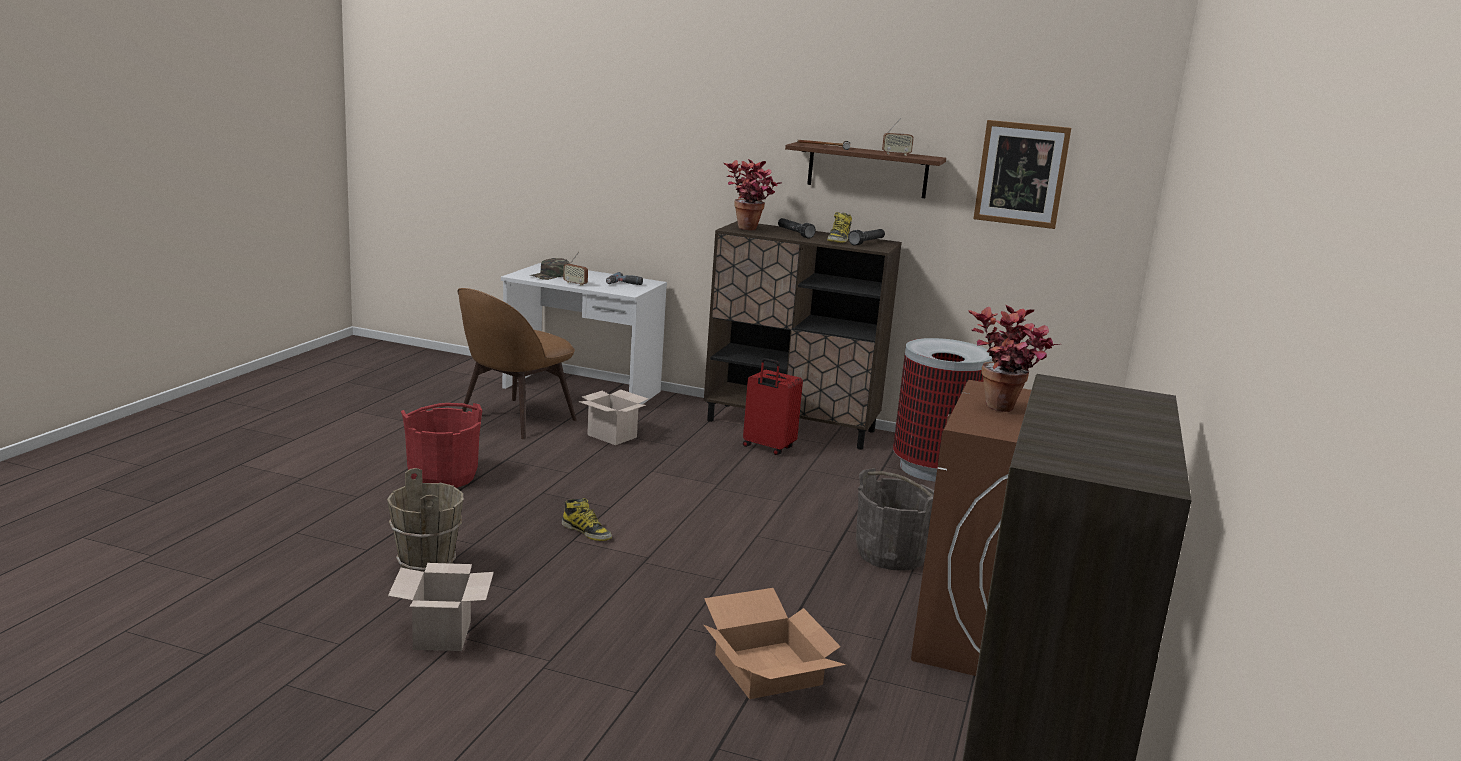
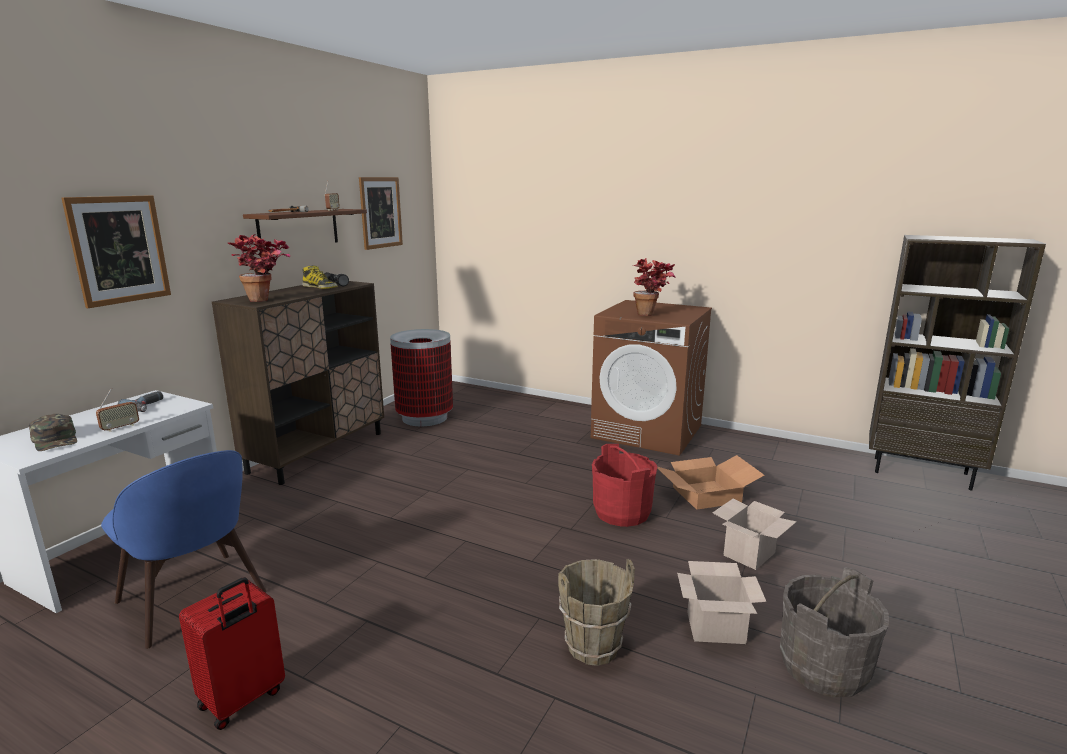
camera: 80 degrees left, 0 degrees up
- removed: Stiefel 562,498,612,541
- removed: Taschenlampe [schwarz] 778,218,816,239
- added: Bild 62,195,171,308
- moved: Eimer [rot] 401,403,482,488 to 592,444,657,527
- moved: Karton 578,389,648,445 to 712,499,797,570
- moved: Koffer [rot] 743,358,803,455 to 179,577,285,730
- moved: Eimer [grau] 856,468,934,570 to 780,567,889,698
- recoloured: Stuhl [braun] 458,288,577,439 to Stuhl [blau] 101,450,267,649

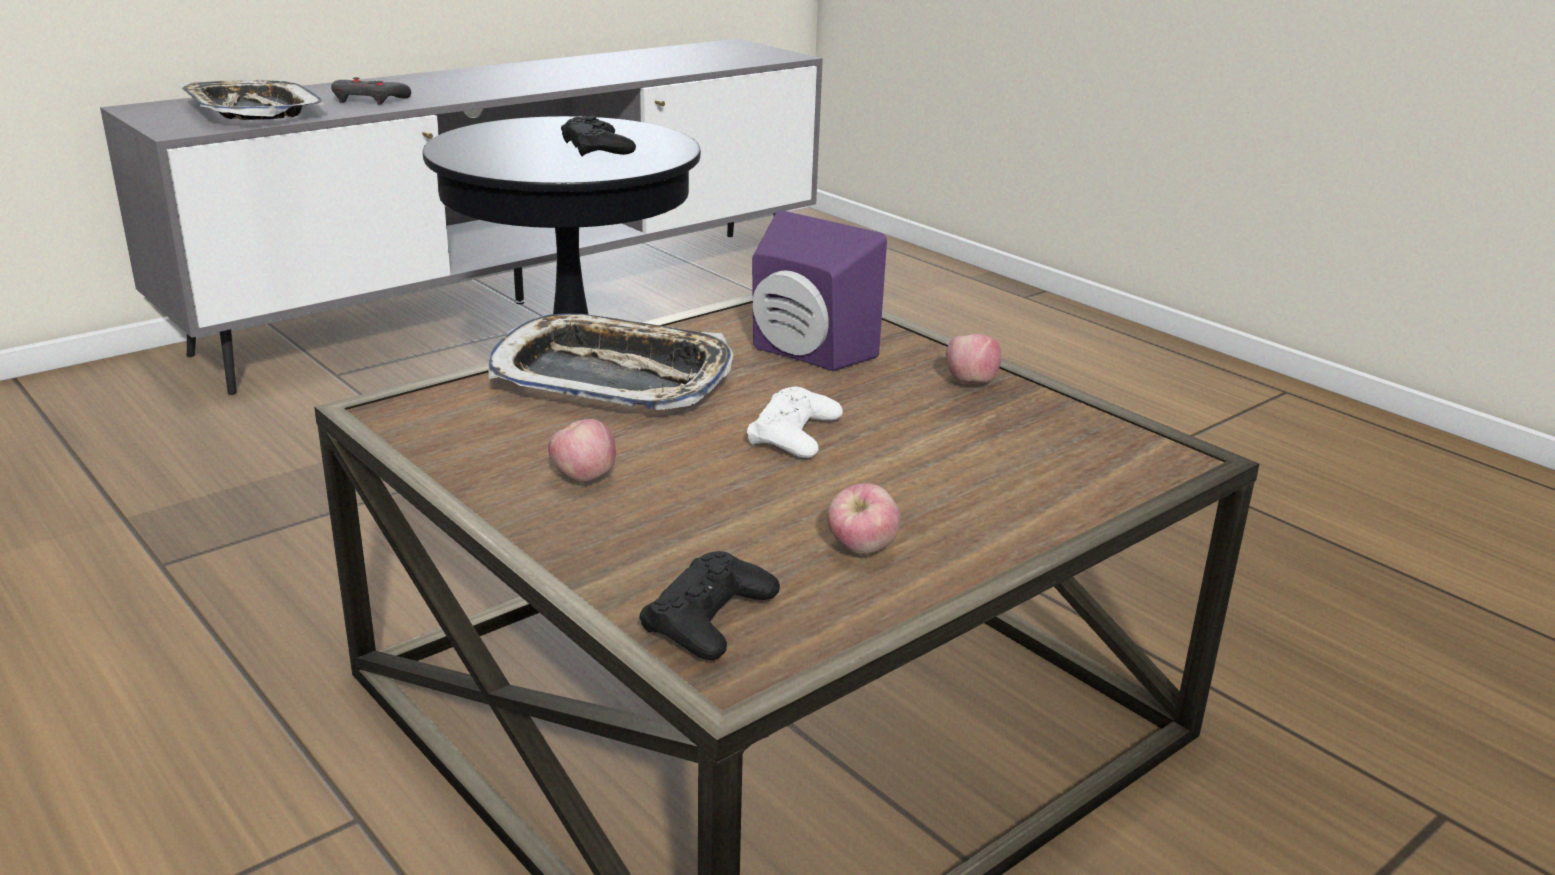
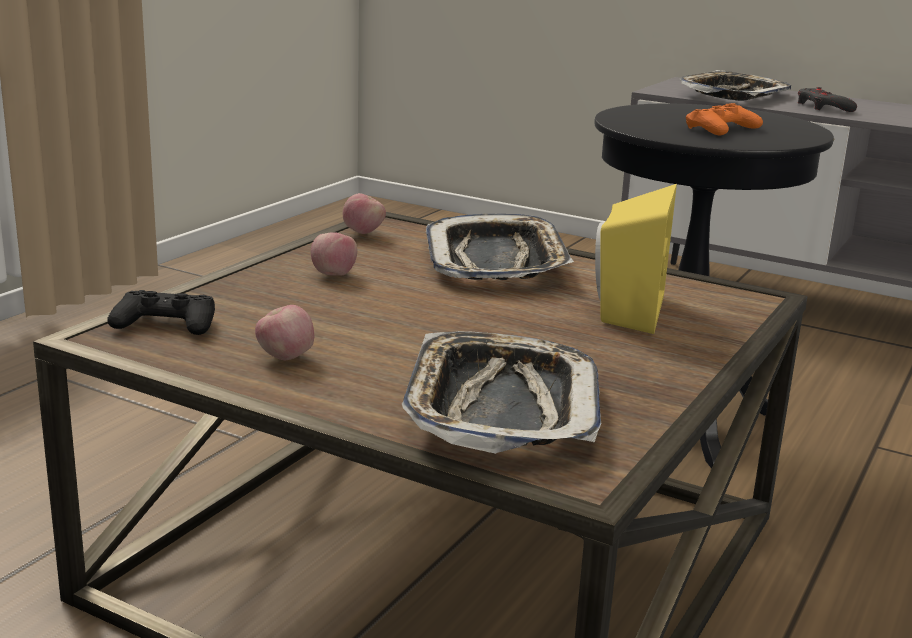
camera: 70 degrees right, 5 degrees down
- removed: Gamepad [weiß] 747,386,843,458
- added: Tablett 402,331,601,454
- moved: Apfel 946,334,1002,384 to 343,193,386,234
- recoloured: Gamepad [schwarz] 561,115,636,157 to Gamepad [orange] 686,103,763,135
- recoloured: Lautsprecher [lila] 752,210,887,371 to Lautsprecher [gelb] 595,184,677,334

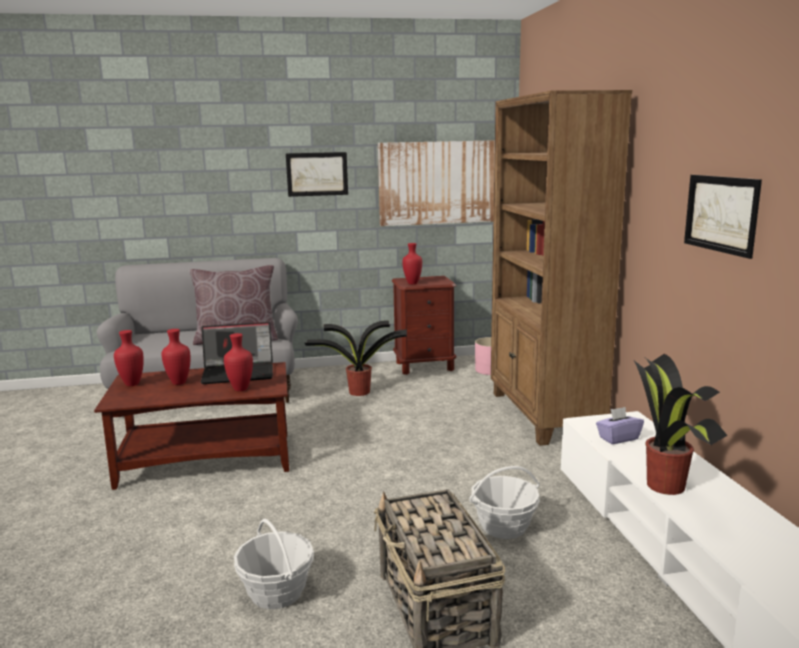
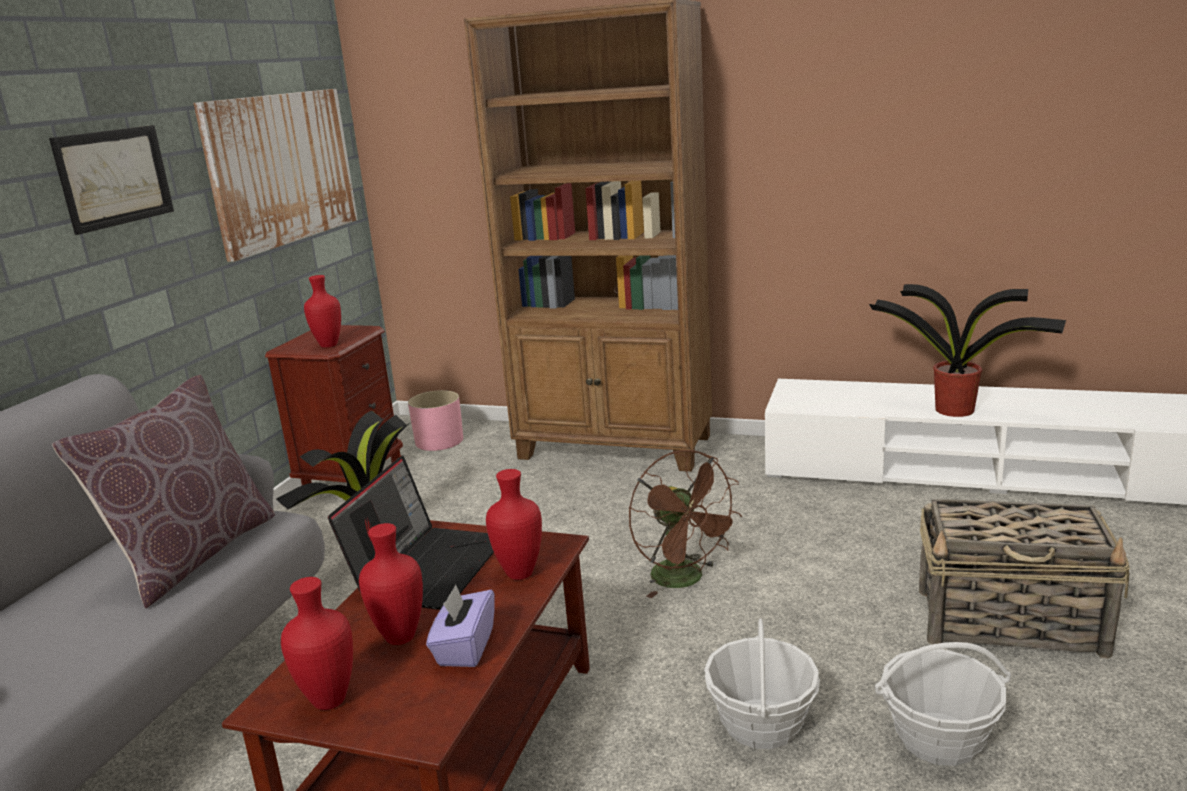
camera: 60 degrees left, 5 degrees up
- removed: Bild 684,175,762,259
- added: Ventilator [braun] 629,450,743,598
- moved: Korb 469,466,540,539 to 704,618,820,749
- moved: Taschentuchbox [lila] 596,407,644,444 to 426,584,494,667

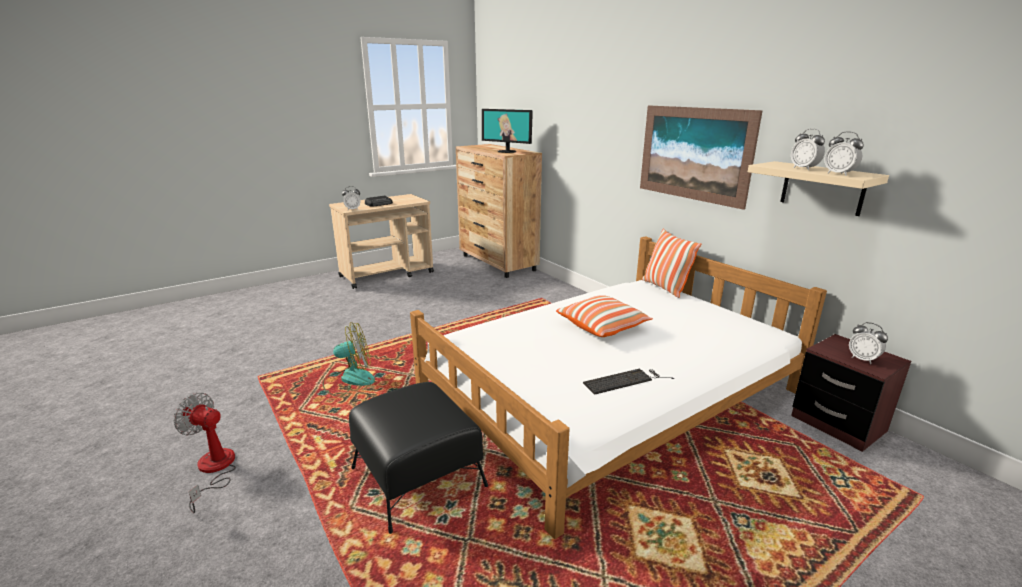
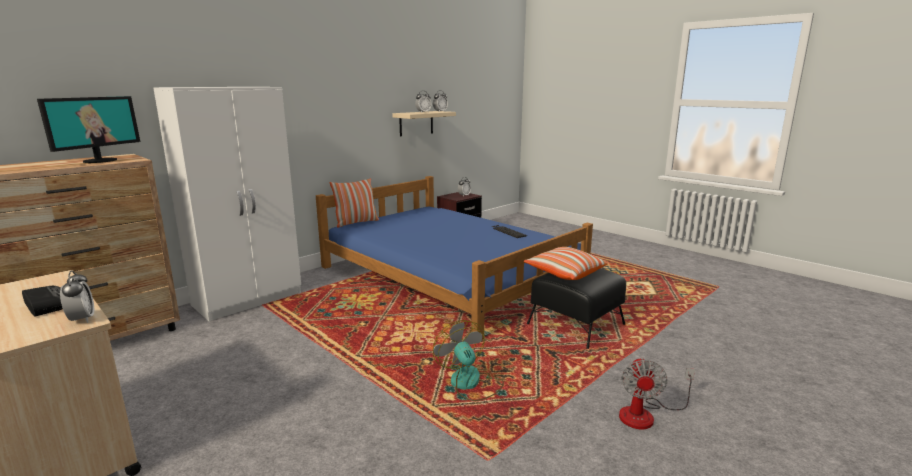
camera: 100 degrees left, 5 degrees down
- removed: Bild 640,106,763,210
- added: Kleiderschrank [weiß] 153,87,301,322
- moved: Kissen 556,295,653,337 to 524,247,608,280
- recoloured: Bett [weiß] 410,236,827,539 to Bett [blau] 316,176,593,340

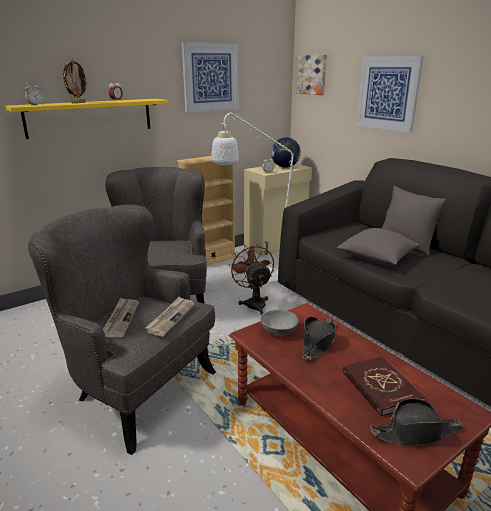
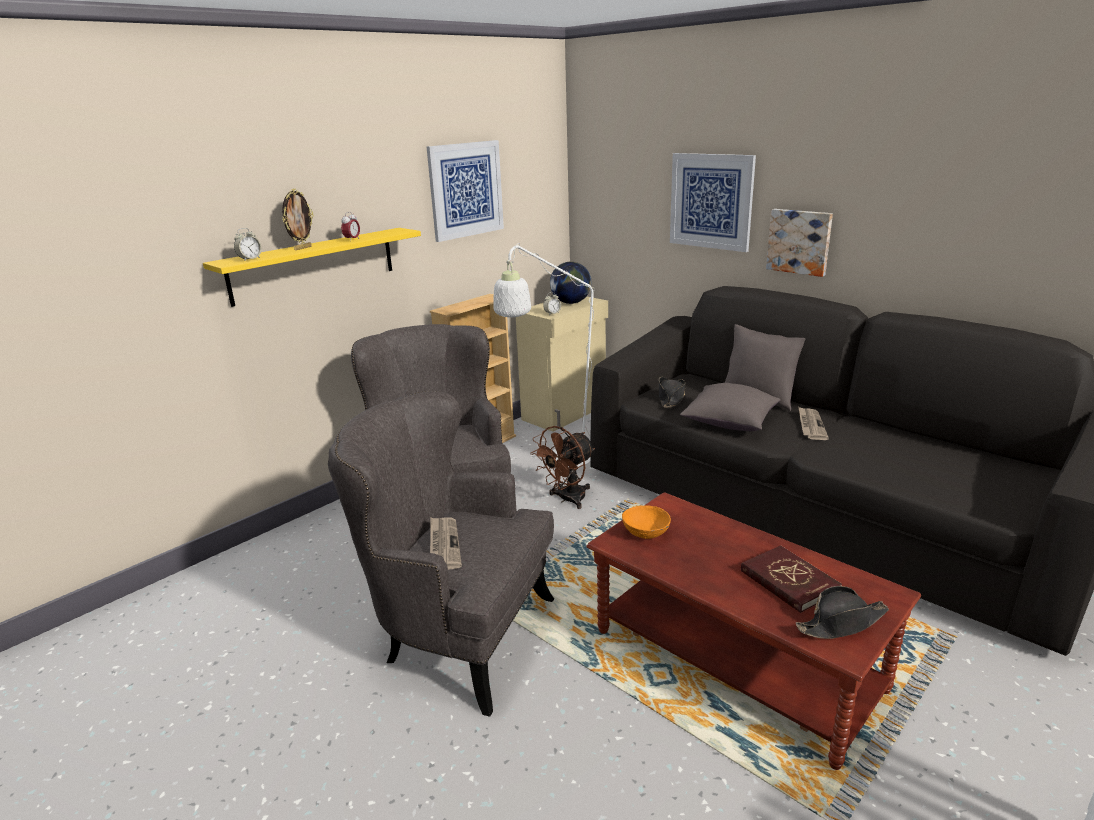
camera: 10 degrees left, 0 degrees up
- moved: Zeitung 145,296,195,337 to 799,407,829,440
- moved: Bild 297,55,327,95 to 766,209,833,277
- moved: Hut [schwarz] 302,317,336,360 to 659,377,685,408
- recoloured: Schüssel [grau] 260,310,299,336 to Schüssel [orange] 622,505,671,539
- turned: Ventilator [braun] 229,244,274,315 = 530,426,595,509 105 degrees counterclockwise

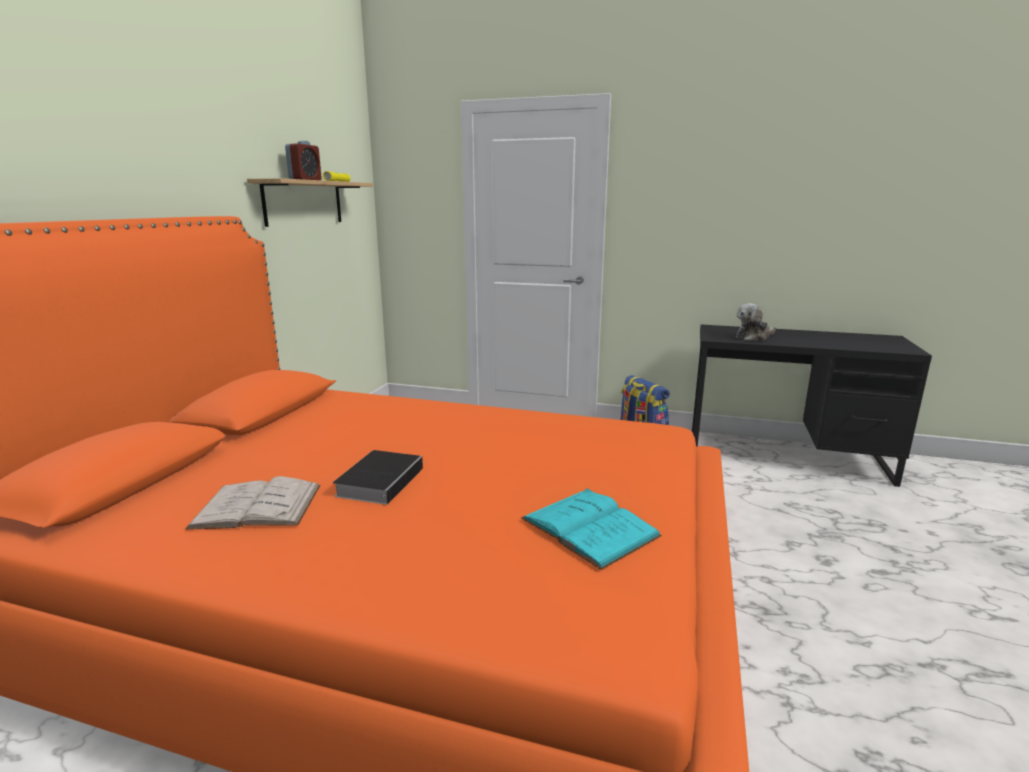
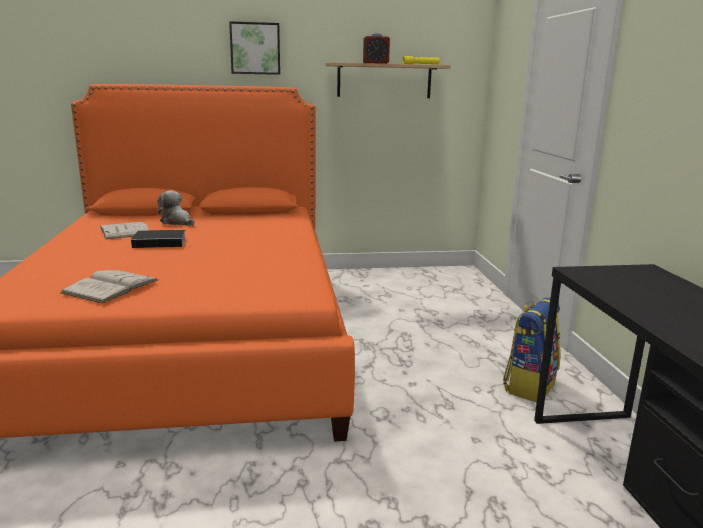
camera: 65 degrees right, 0 degrees up
- added: Bild 229,21,280,75
- moved: Plüschtier 736,303,776,341 to 158,191,194,226
- recoloured: Buch [türkis] 521,488,662,570 to Buch [weiß] 60,270,158,304

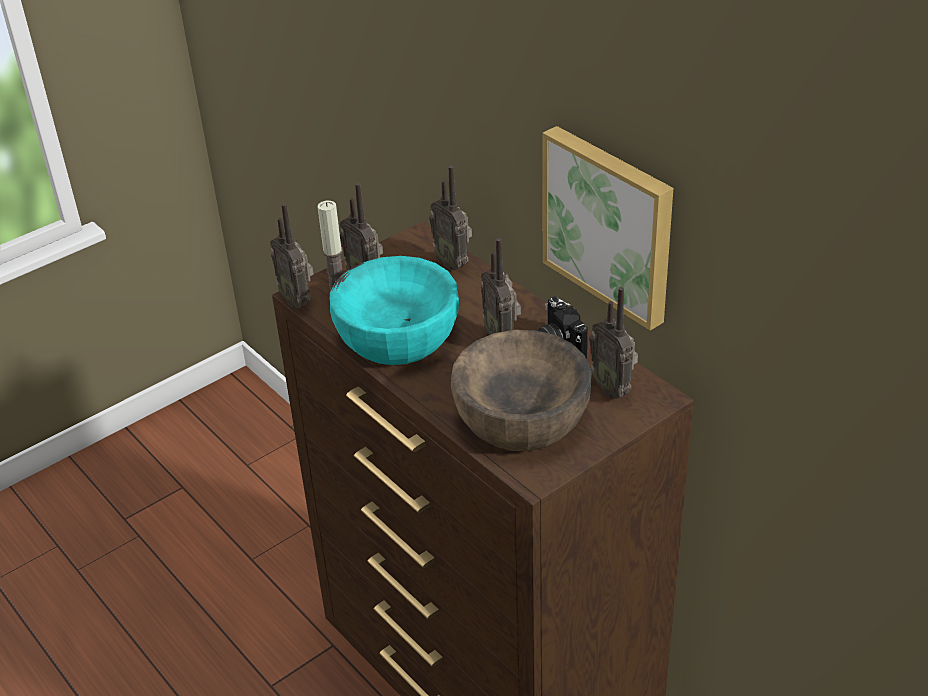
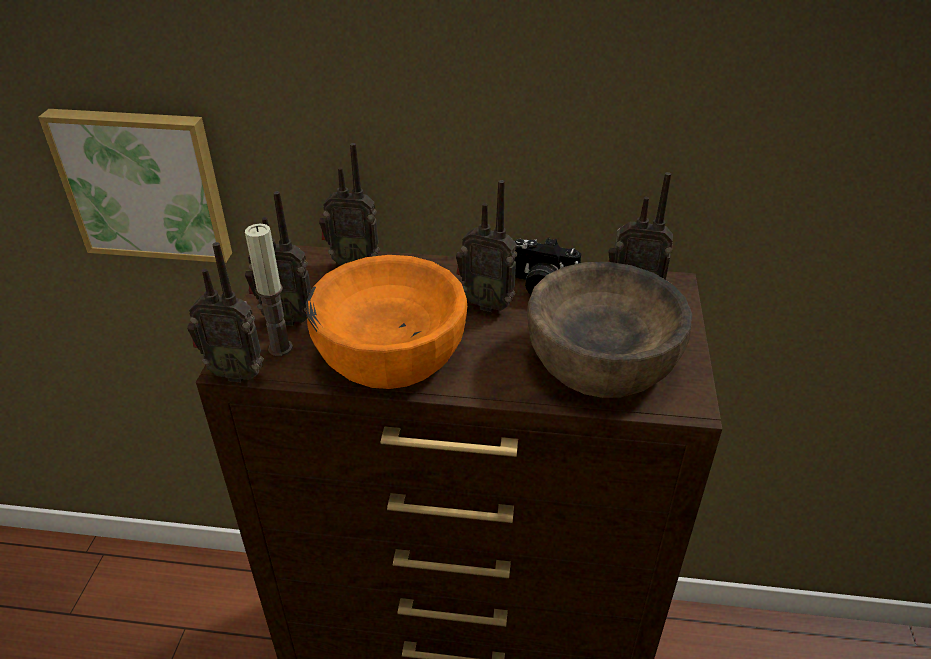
camera: 45 degrees left, 0 degrees up
- moved: Bild 542,126,673,330 to 38,109,232,263
- recoloured: Schüssel [türkis] 330,256,459,365 to Schüssel [orange] 306,255,467,389

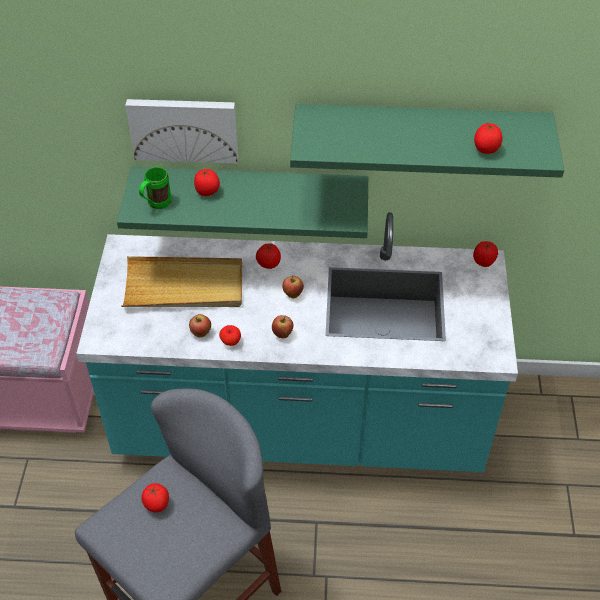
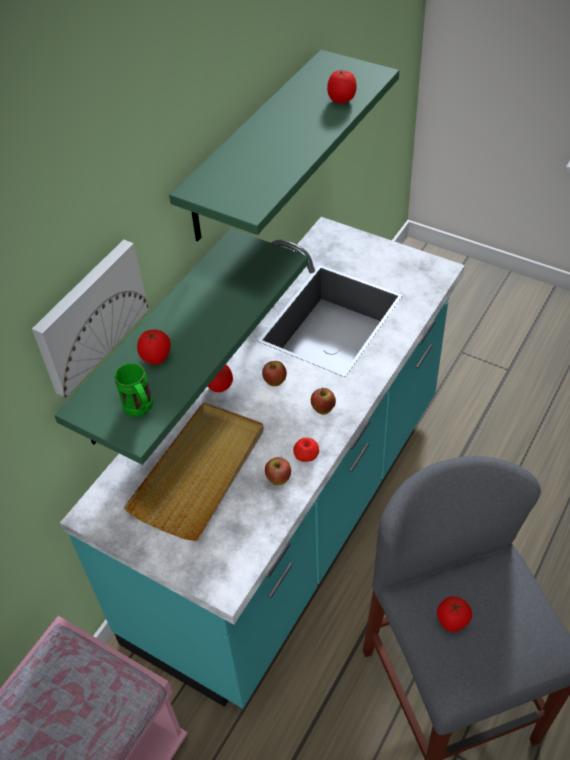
camera: 60 degrees left, 0 degrees up
- removed: Tomate 473,241,498,267

